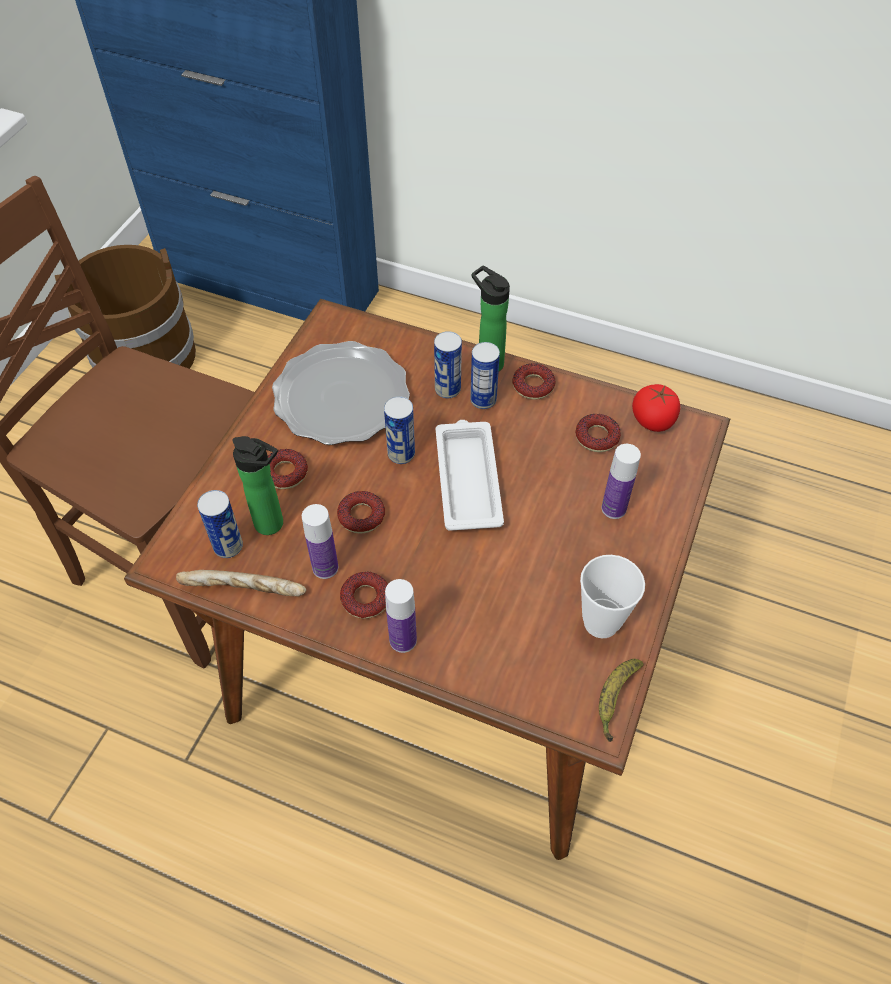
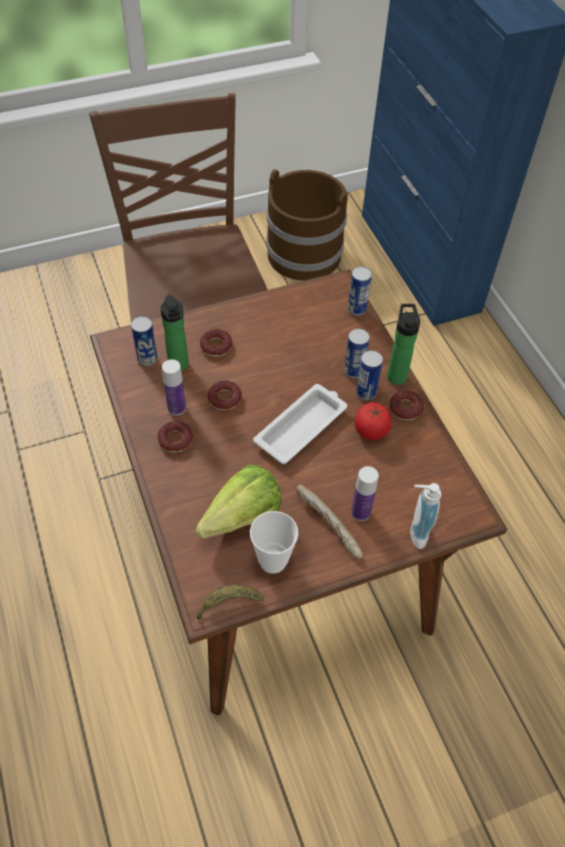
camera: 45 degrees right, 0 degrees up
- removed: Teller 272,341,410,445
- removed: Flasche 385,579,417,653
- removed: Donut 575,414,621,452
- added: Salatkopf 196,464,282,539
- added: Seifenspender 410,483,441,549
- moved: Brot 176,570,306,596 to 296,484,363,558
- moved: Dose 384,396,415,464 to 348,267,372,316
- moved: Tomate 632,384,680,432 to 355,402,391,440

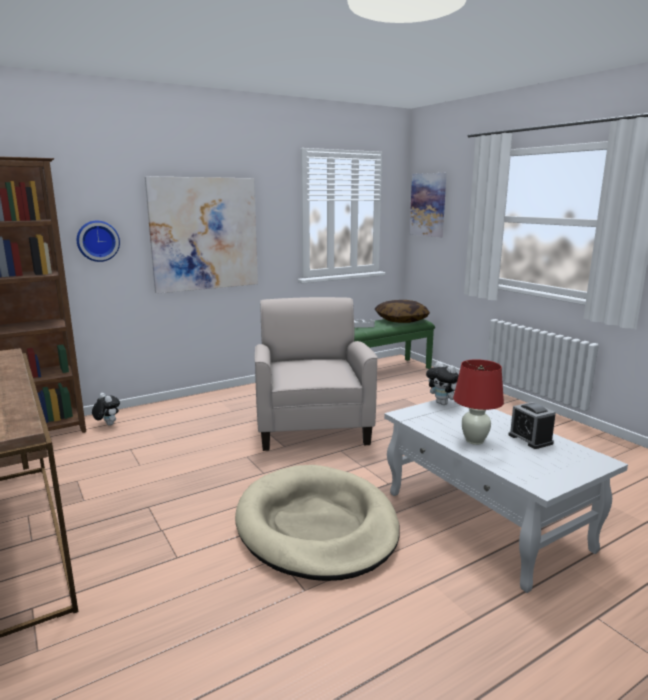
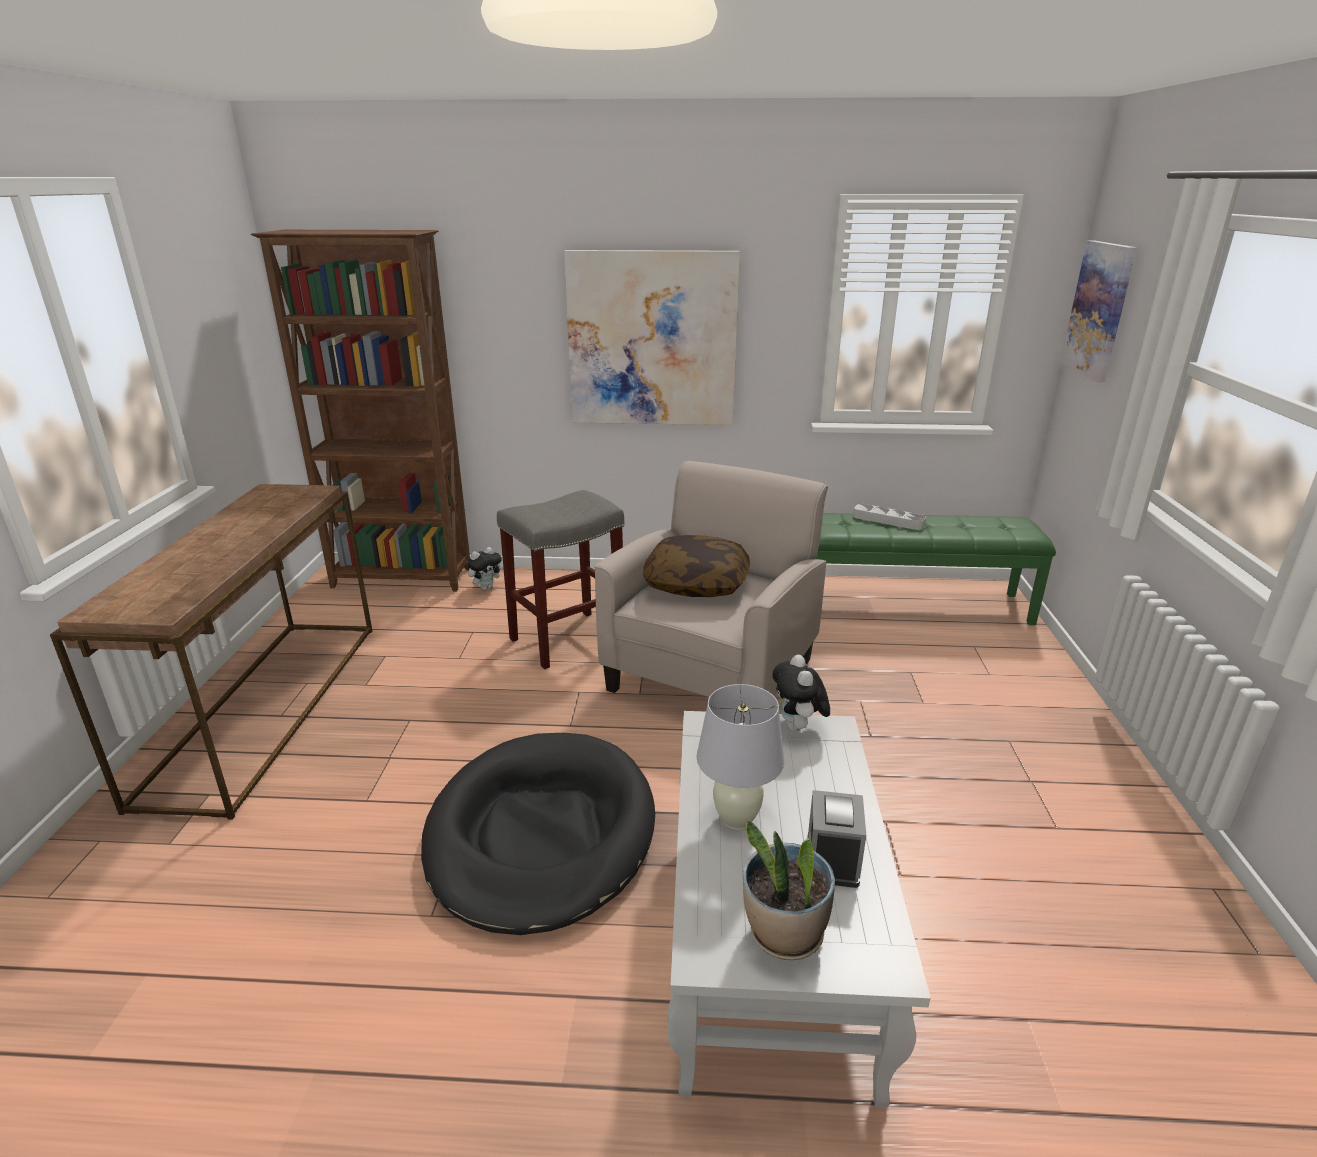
camera: 35 degrees right, 10 degrees up
- removed: Wanduhr 77,221,120,262
- added: Hocker [grau] 497,490,624,669
- added: Topfpflanze 743,820,835,960
- moved: Kissen 375,300,430,323 to 643,535,750,597
- recoloured: Hundebett [beige] 235,465,400,581 to Hundebett [schwarz] 421,733,655,935
- recoloured: Tischlampe [rot] 453,359,504,445 to Tischlampe [weiß] 697,684,784,830
- turned: Plüschtier 92,393,120,426 = 467,547,503,590 60 degrees clockwise

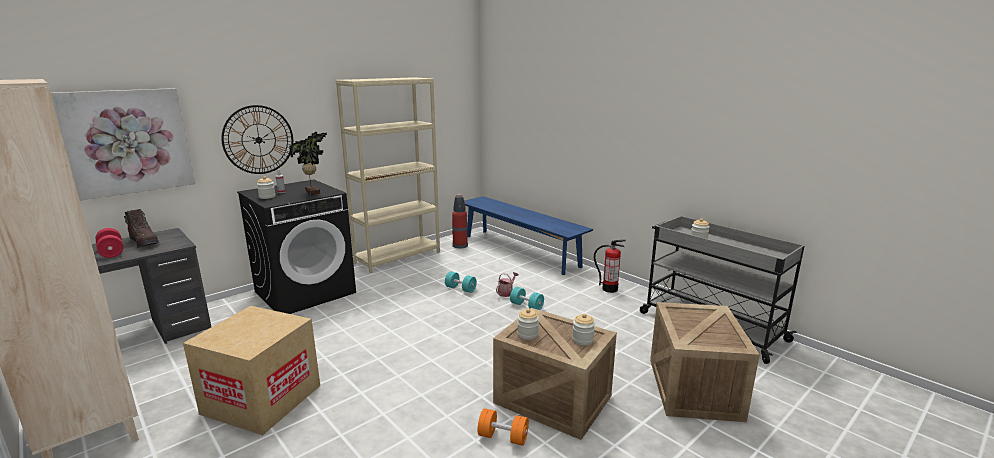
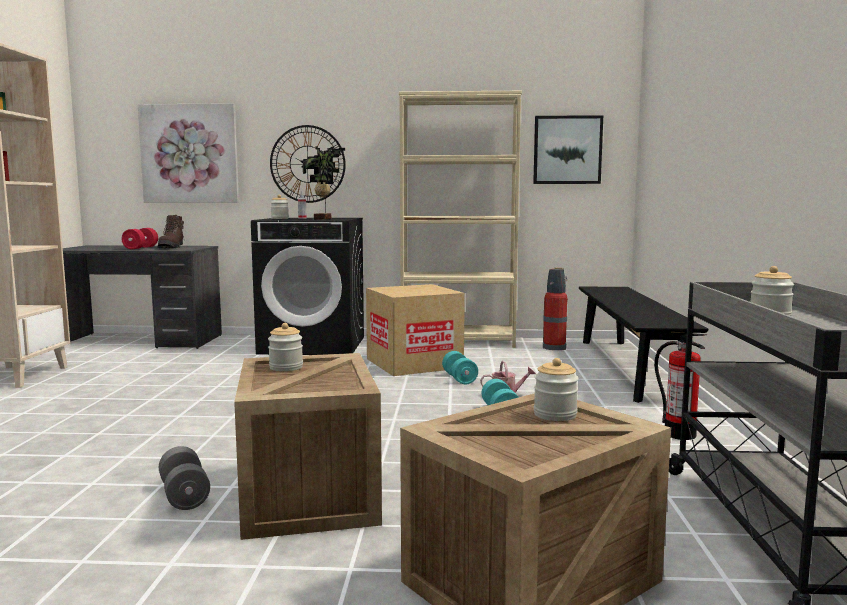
camera: 45 degrees right, 10 degrees down
- added: Bild 533,115,603,184
- moved: Karton 183,306,320,435 to 366,284,465,376
- moved: Vorratsglas 572,314,595,345 to 534,358,579,421
- recoloured: Bank [blau] 465,196,593,275 to Bank [schwarz] 579,287,708,403
- recoloured: Hantel [orange] 478,408,529,446 to Hantel [grau] 159,446,210,510

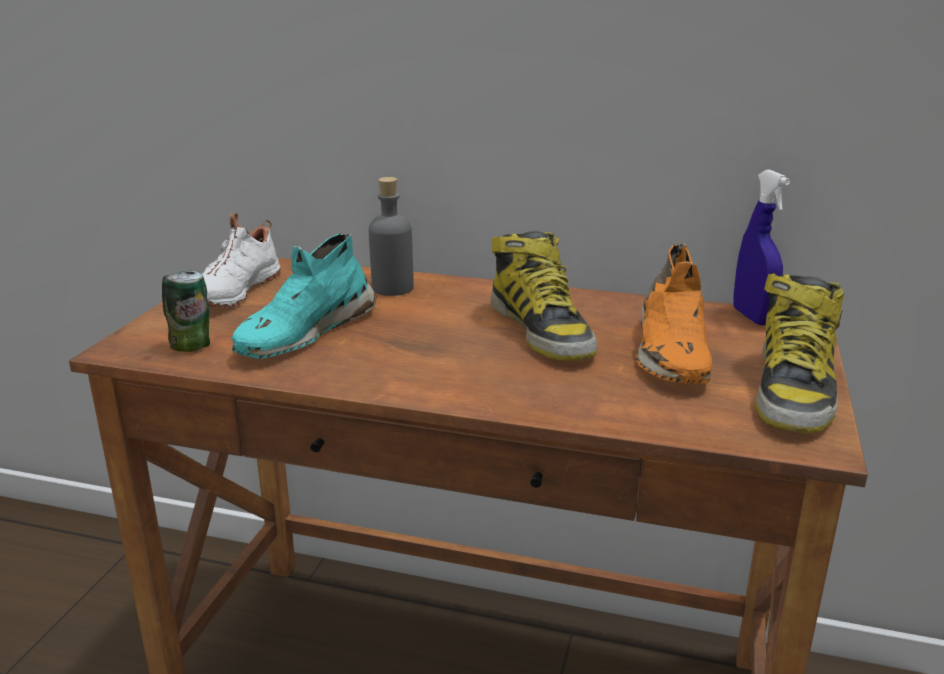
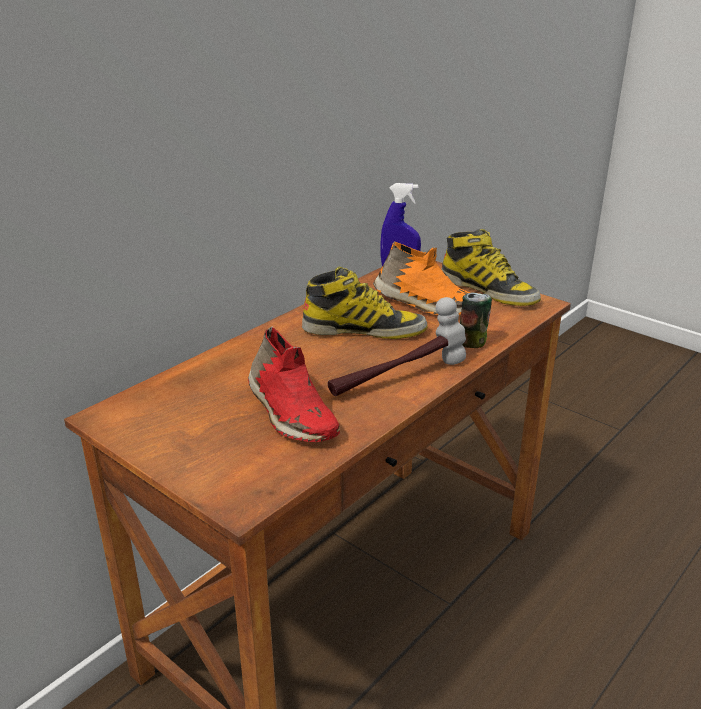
camera: 65 degrees left, 5 degrees up
- removed: Schuh [weiß] 202,213,281,308
- removed: Flasche [grau] 369,177,414,296
- added: Hammer 328,297,466,396
- moved: Dose 162,270,210,352 to 460,293,492,348
- recoloured: Schuh [türkis] 231,234,377,359 to Schuh [rot] 248,326,340,442

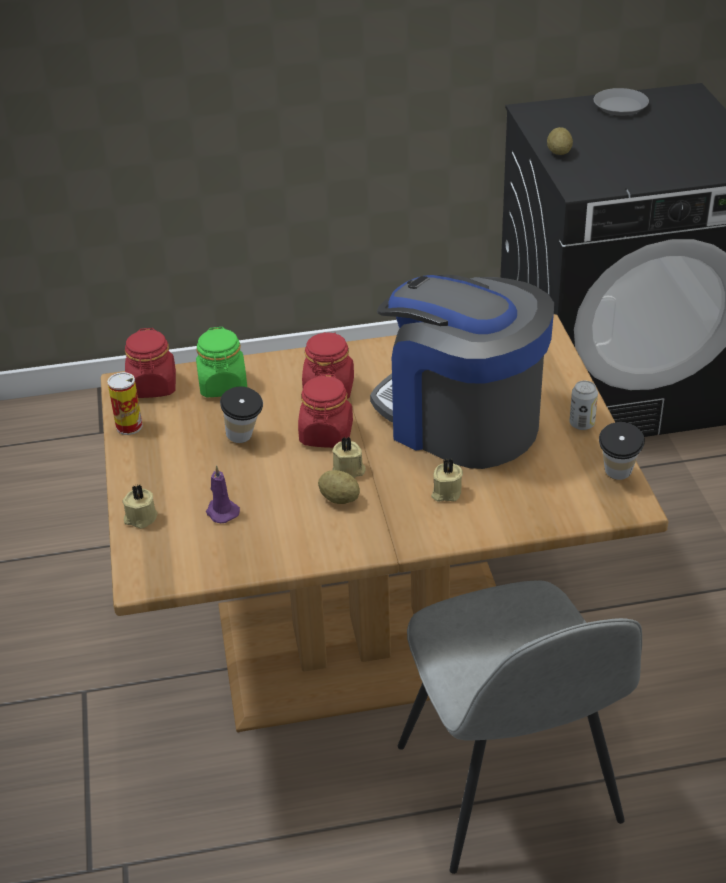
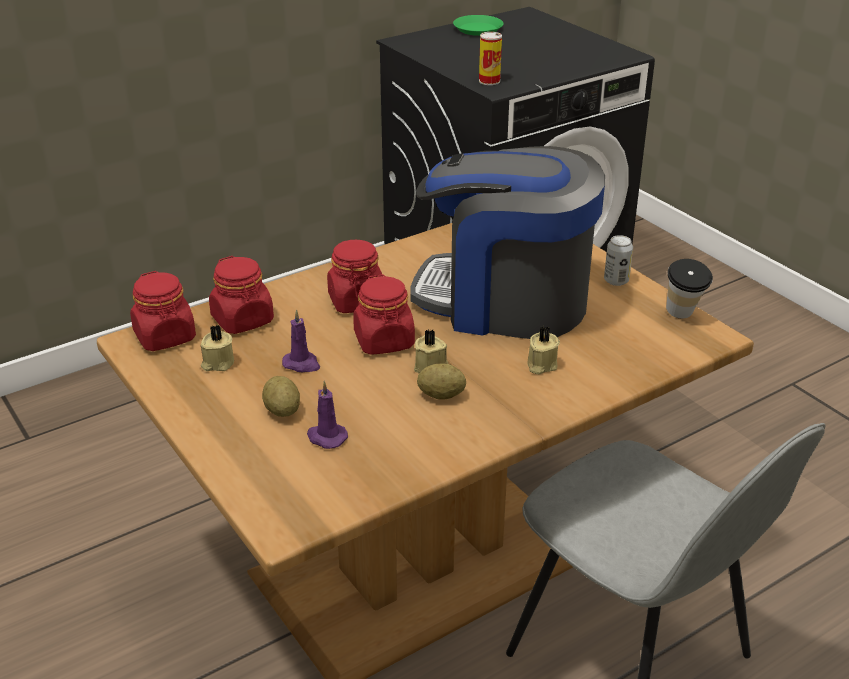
camera: 25 degrees left, 5 degrees down
- moved: Dose 107,372,143,435 to 479,32,502,85
- moved: Kerze [beige] 123,484,158,529 to 201,324,234,371
- moved: Kartoffel 547,127,573,155 to 262,376,300,417
- replaced: Tasse 220,386,263,443 to Kerze [lila] 282,309,320,372
- recoloured: Vorratsglas [grün] 196,327,247,397 to Vorratsglas [rot] 209,256,274,334
- recoloured: Teller [grau] 593,88,649,116 to Teller [grün] 453,15,504,36

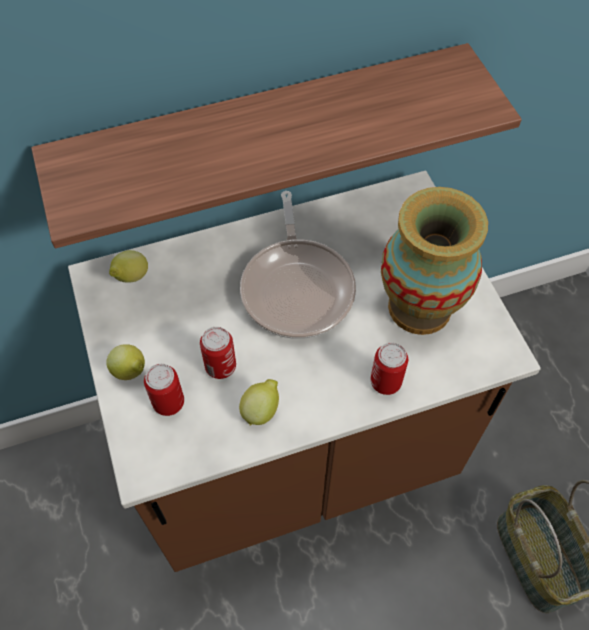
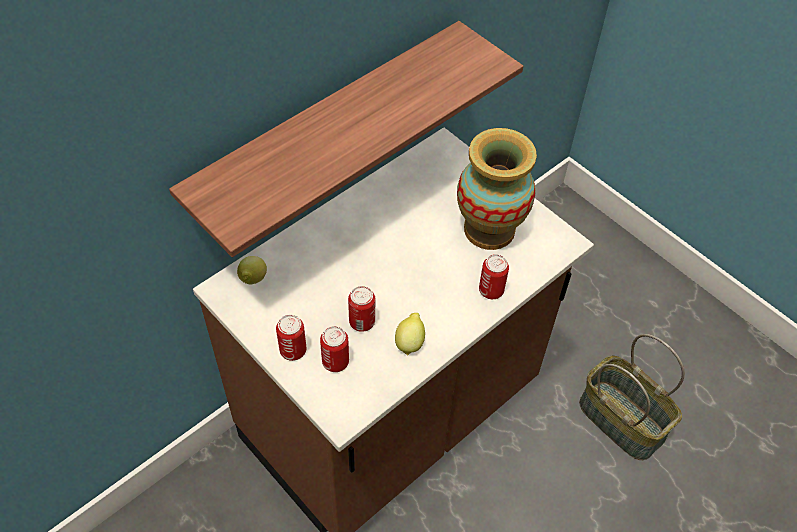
camera: 25 degrees left, 5 degrees down
- removed: Pfanne 240,191,356,339
- replaced: Zitrone 106,344,145,380 to Dose 276,315,306,361

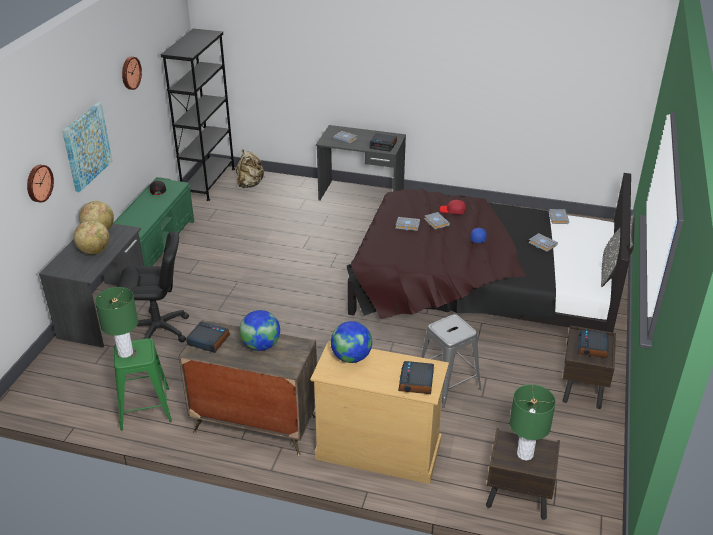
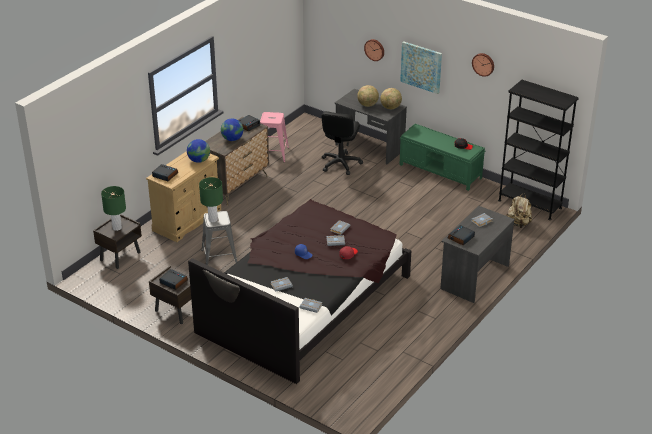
camera: 110 degrees right, 0 degrees up
- moved: Tischlampe [grün] 95,287,138,358 to 199,177,223,222
- recoloured: Hocker [grün] 114,338,172,430 to Hocker [rosa] 260,112,289,163

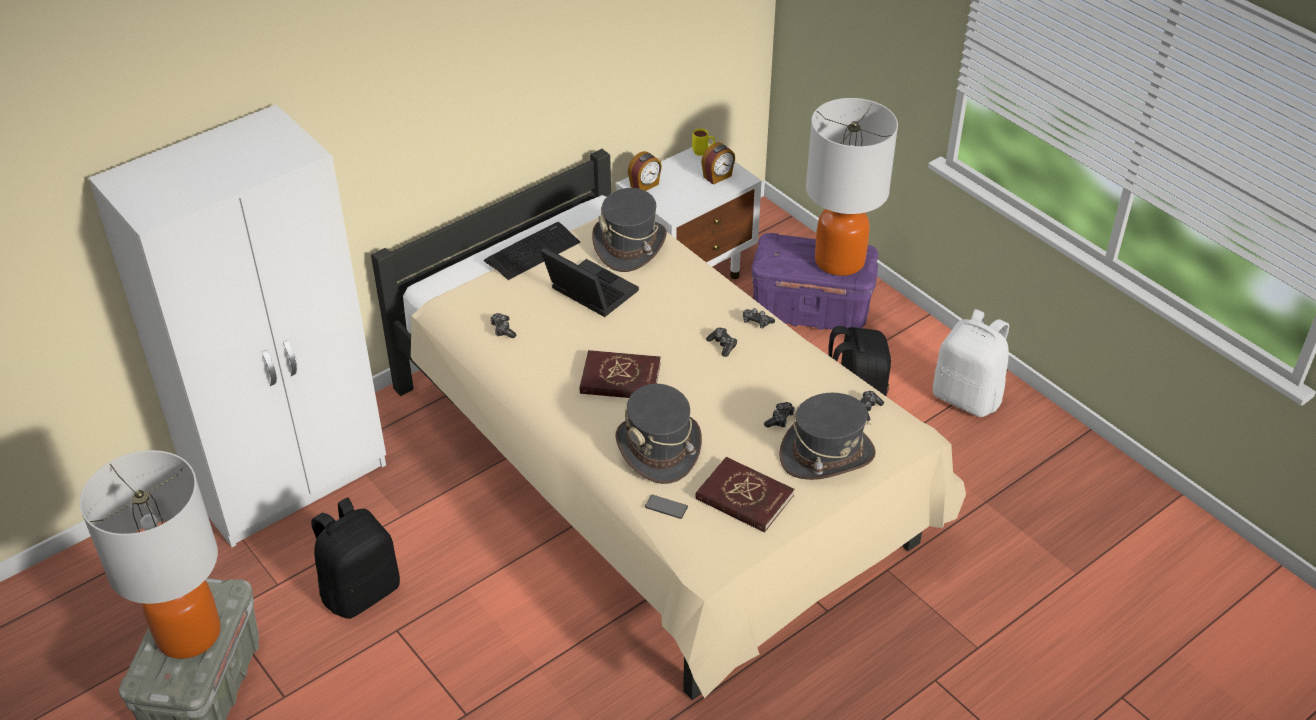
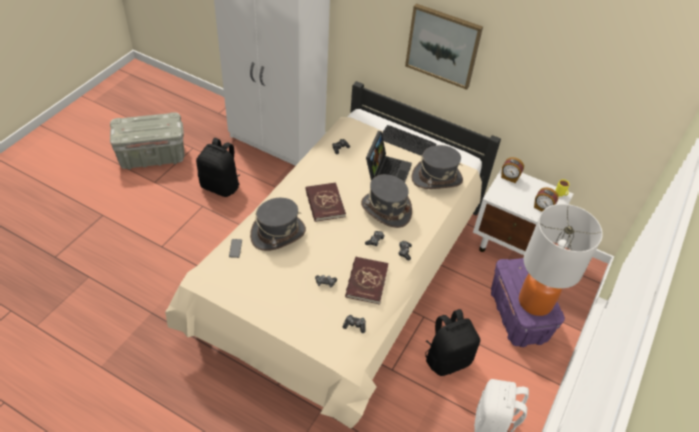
camera: 65 degrees right, 5 degrees up
- removed: Tischlampe 80,450,221,659
- added: Bild 405,3,483,90
- moved: Buch [rot] 695,457,794,533 to 345,257,389,305
- moved: Hut [grau] 779,393,876,480 to 361,174,412,228

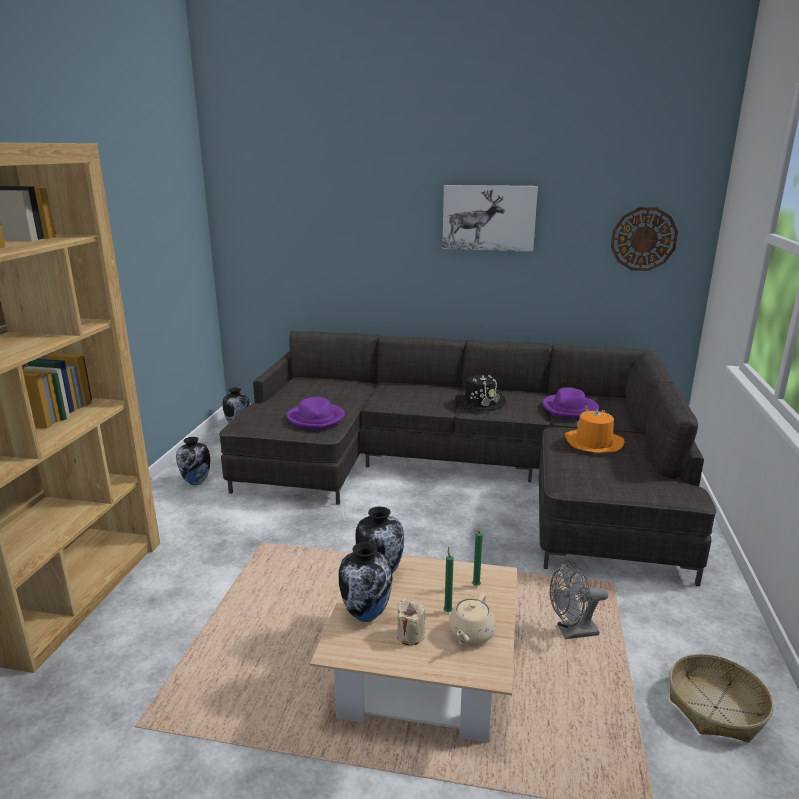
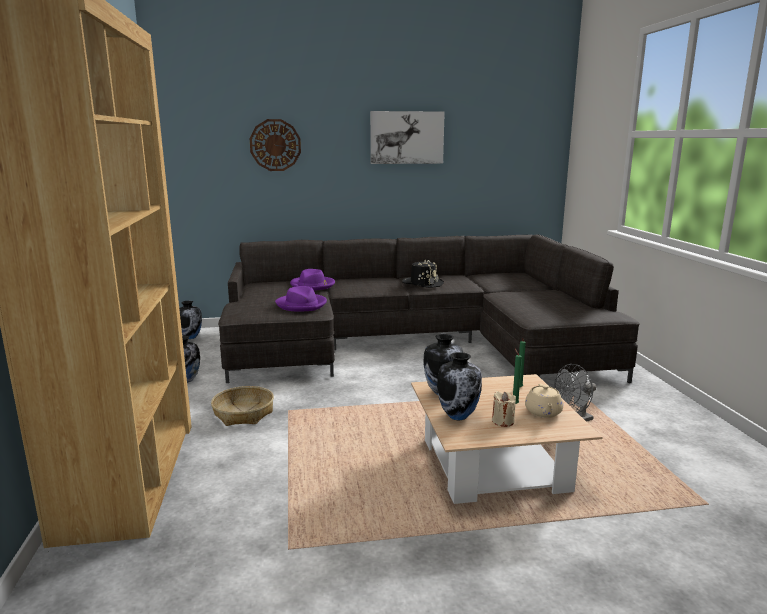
camera: 20 degrees left, 5 degrees down
- removed: Hut [orange] 565,409,625,453
- moved: Hut [lila] 543,387,599,419 to 290,269,335,291
- moved: Wanduhr 611,207,678,271 to 250,119,301,171
- moved: Korb 669,654,773,743 to 211,386,274,426

